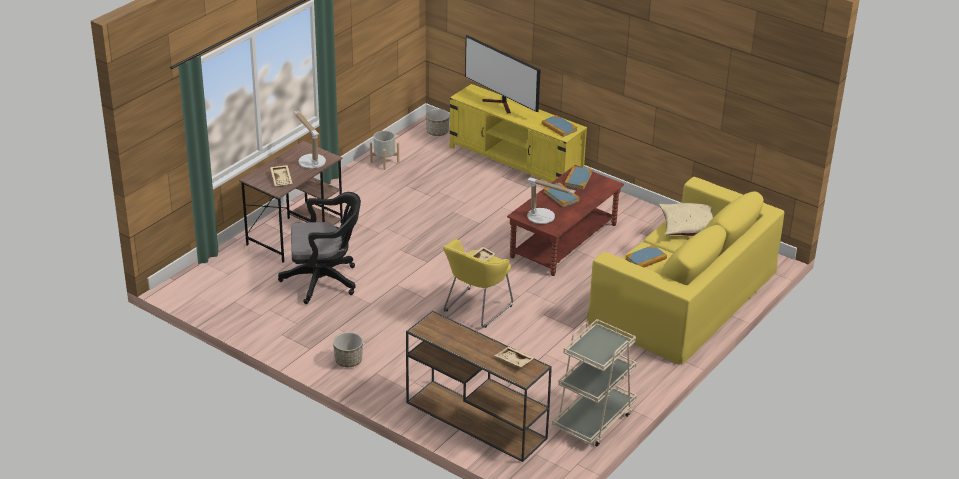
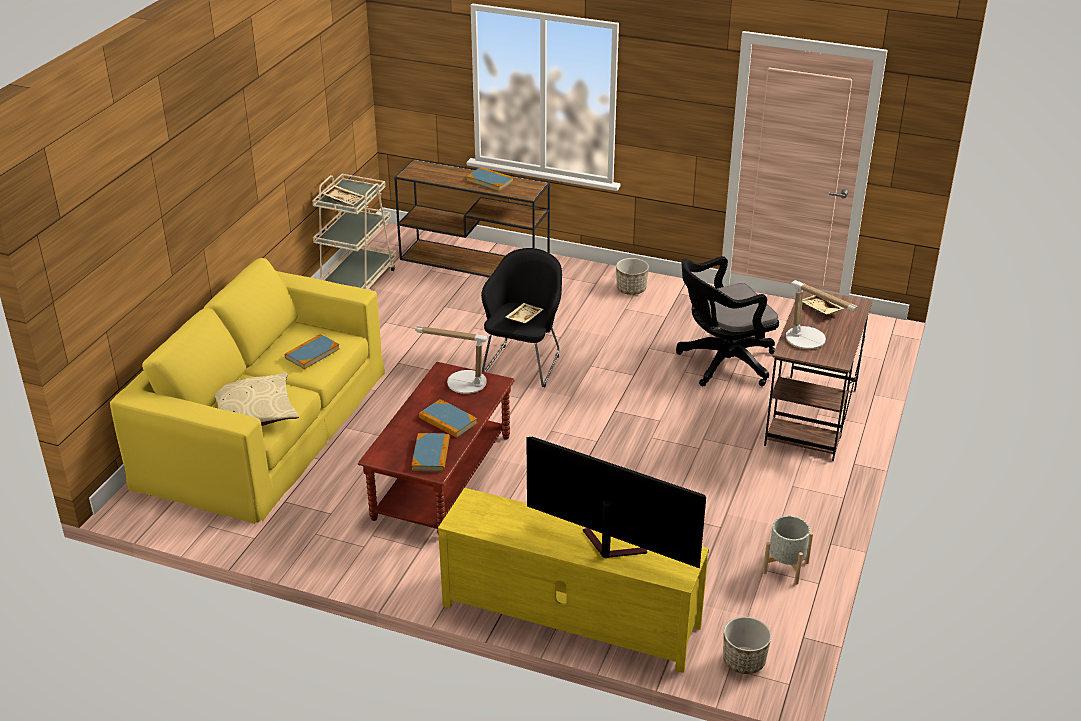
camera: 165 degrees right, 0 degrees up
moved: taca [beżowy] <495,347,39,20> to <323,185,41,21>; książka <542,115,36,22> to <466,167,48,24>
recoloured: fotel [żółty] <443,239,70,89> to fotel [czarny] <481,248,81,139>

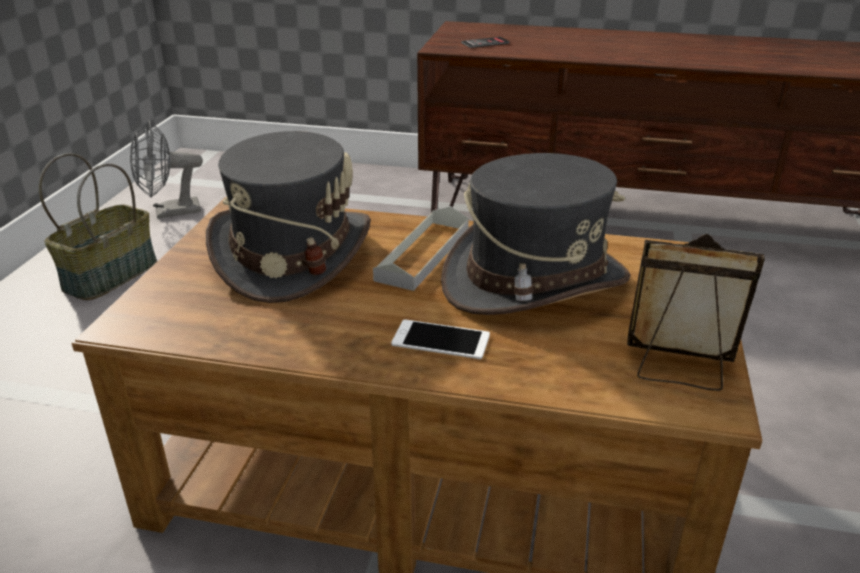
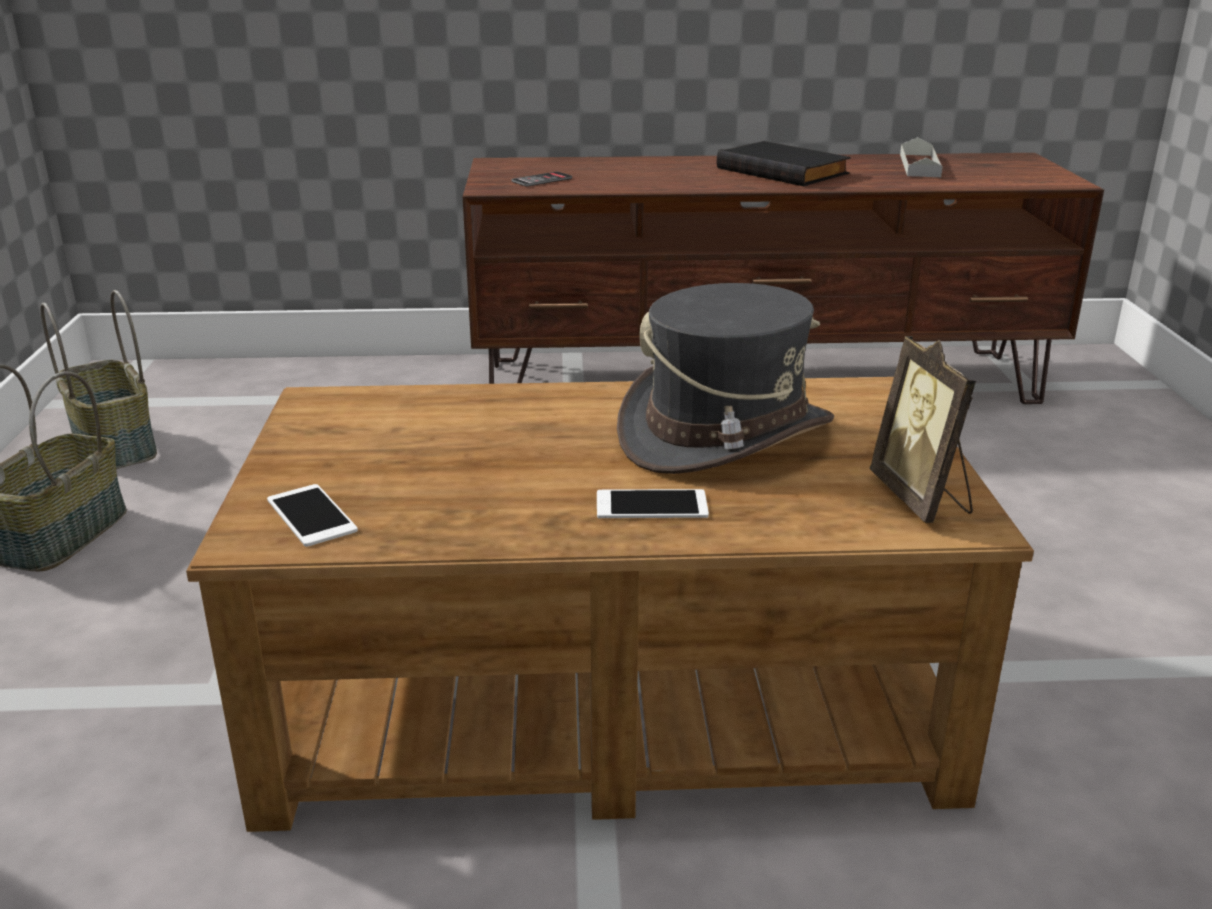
camera: 15 degrees left, 5 degrees down
removed: kapelusz [szary] <206,131,165,172>
added: telefon <267,484,91,63>; książka [czarny] <717,141,134,45>
moved: taca [szary] <373,206,96,85> to <900,137,43,40>
replaced: wentylator [szary] <130,121,73,98> to koszyk <40,290,117,179>
turned: ramka na zdjęcie <627,234,138,157> = <869,336,107,187> 105 degrees counterclockwise

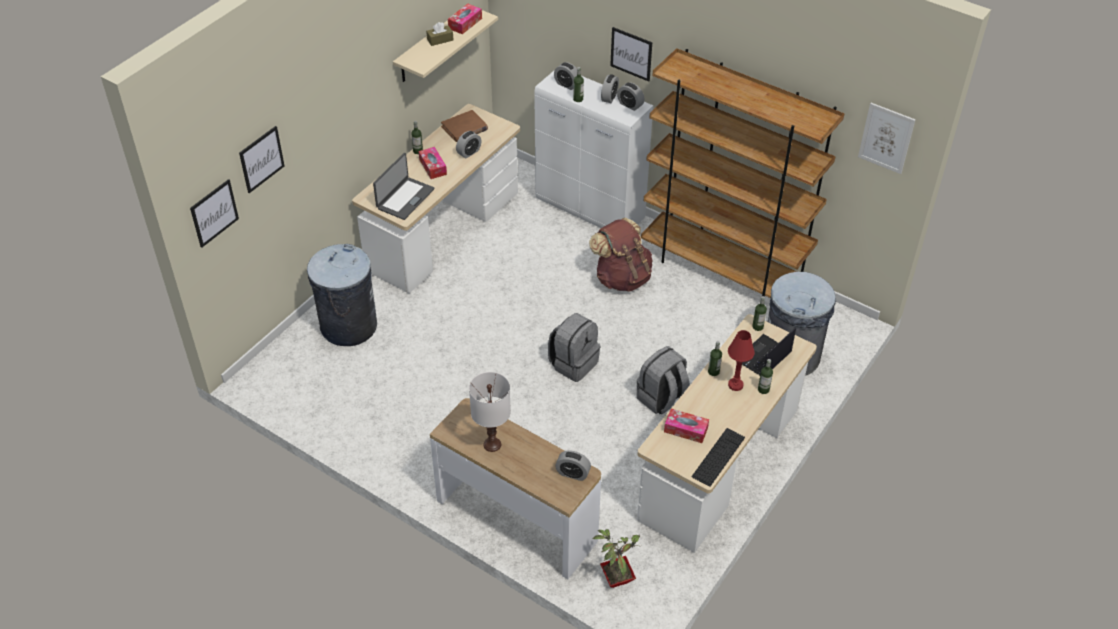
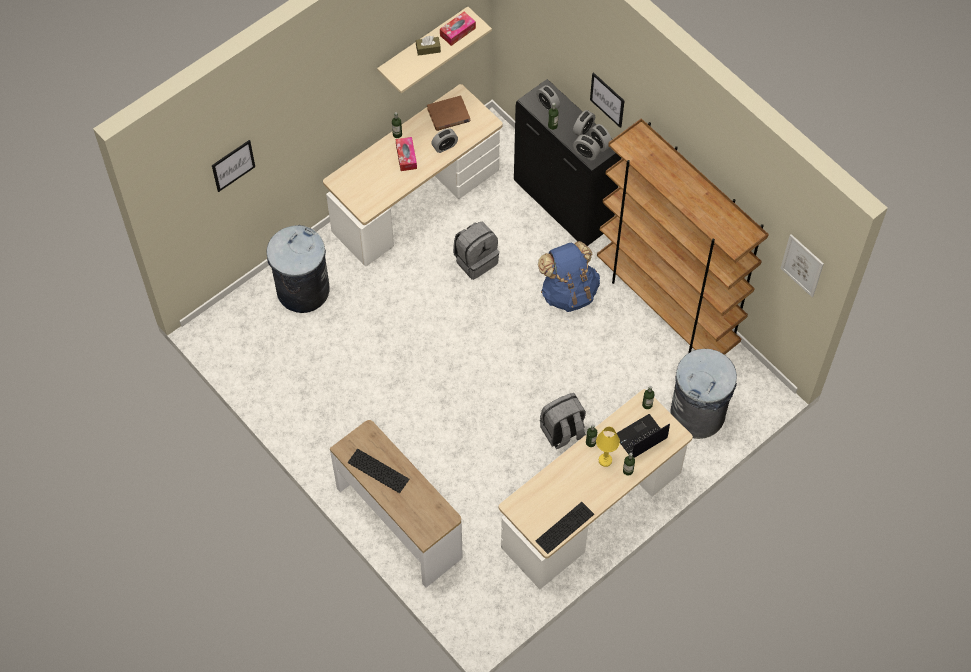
camera: 15 degrees right, 15 degrees up
removed: obraz <190,179,49,69>; laptop <373,153,62,67>; roślina doniczkowa <592,529,48,59>; pudełko chusteczek <664,408,45,35>
moved: plecak [szary] <548,313,52,69> to <453,221,46,59>; budzik <555,450,36,31> to <573,135,28,25>
replaced: lampa stołowa [biały] <469,372,42,80> to klawiatura <348,449,61,44>
recoloured: szafka [biały] <534,70,119,158> to szafka [czarny] <514,79,107,167>; plecak [brązowy] <589,218,64,74> to plecak [niebieski] <538,241,62,71>; lampa stołowa [czerwony] <728,330,27,61> to lampa stołowa [żółty] <596,427,24,40>

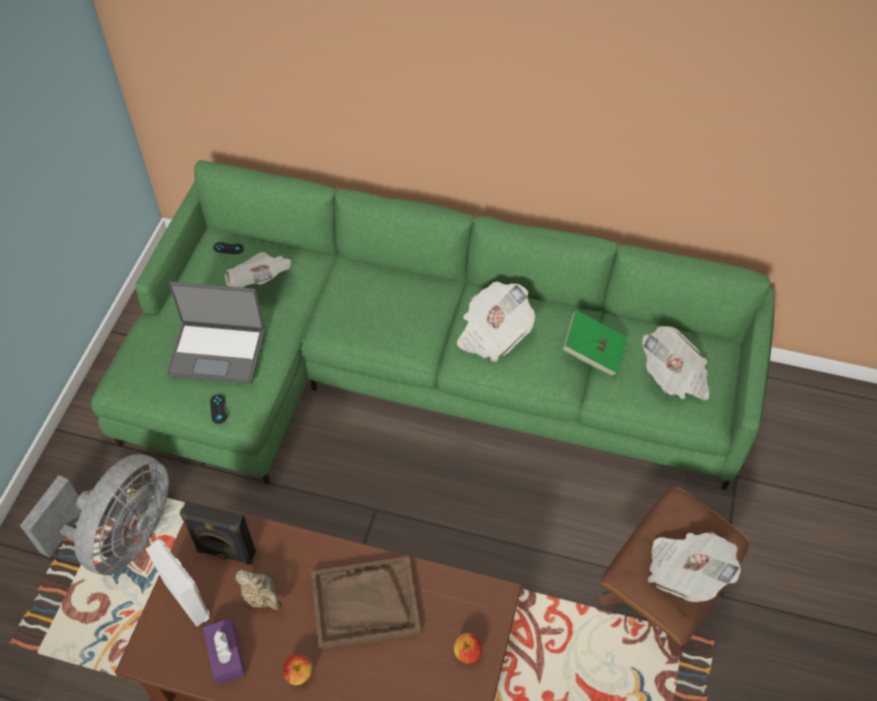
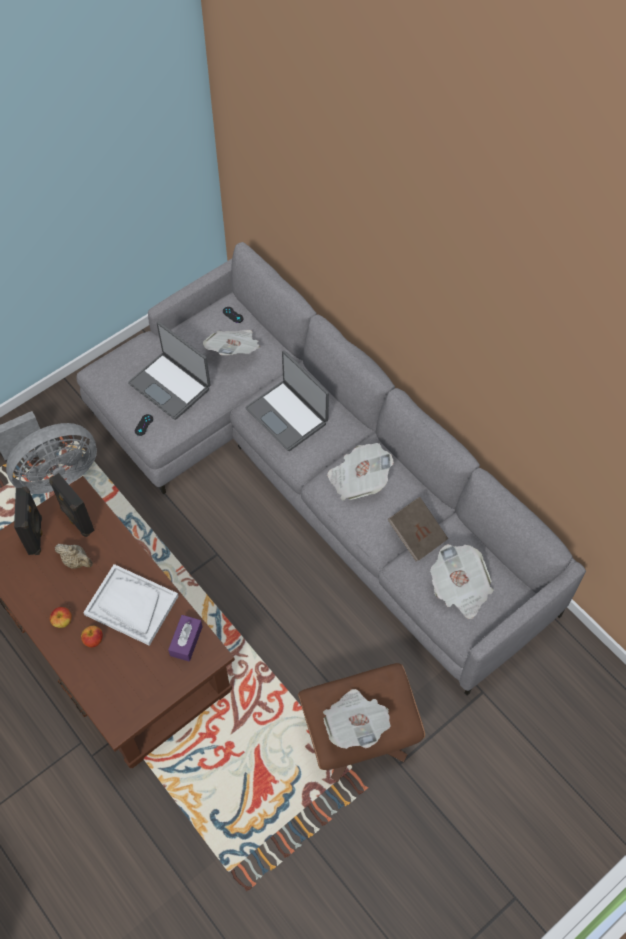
camera: 35 degrees right, 5 degrees up
added: laptop <246,350,83,101>
moved: jabłko <454,633,29,31> to <81,626,22,22>; pudełko chusteczek [fioletowy] <203,619,42,65> to <168,615,35,46>
recoloured: głośnik [biały] <146,539,64,88> to głośnik [czarny] <14,486,28,69>; kanapa [zielony] <91,160,684,330> to kanapa [szary] <76,242,510,454>; taca [brązowy] <311,556,110,94> to taca [biały] <83,564,95,82>; książka [zielony] <561,310,66,67> to książka [brązowy] <387,497,61,64>
turned: imbryk [beżowy] <235,570,47,40> = <55,544,38,25> 45 degrees counterclockwise

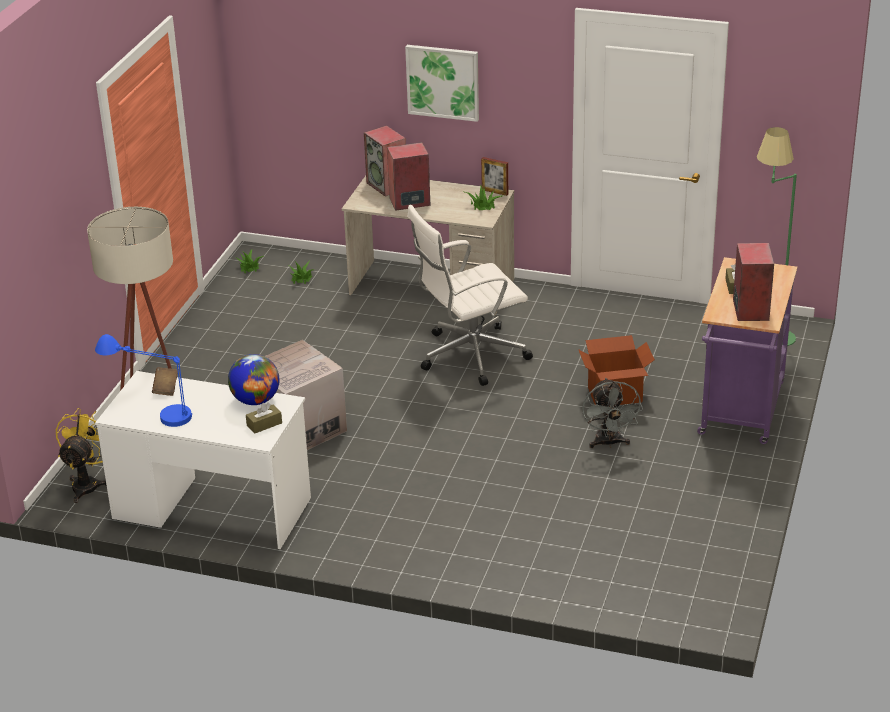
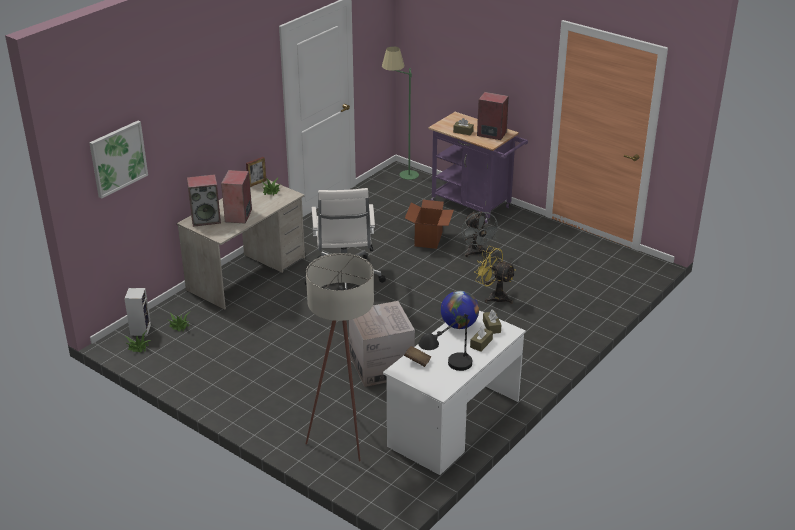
camera: 70 degrees left, 0 degrees up
added: głośnik <124,288,27,48>; pudełko chusteczek [brązowy] <470,326,23,26>
moved: obraz <405,45,74,77> to <89,121,59,78>; wentylator [żółty] <56,408,51,95> to <474,246,42,58>
recoloured: lampa stołowa [niebieski] <95,334,97,93> to lampa stołowa [czarny] <418,314,54,57>
turned: wentylator [szary] <582,378,61,70> = <461,211,39,46> 60 degrees clockwise

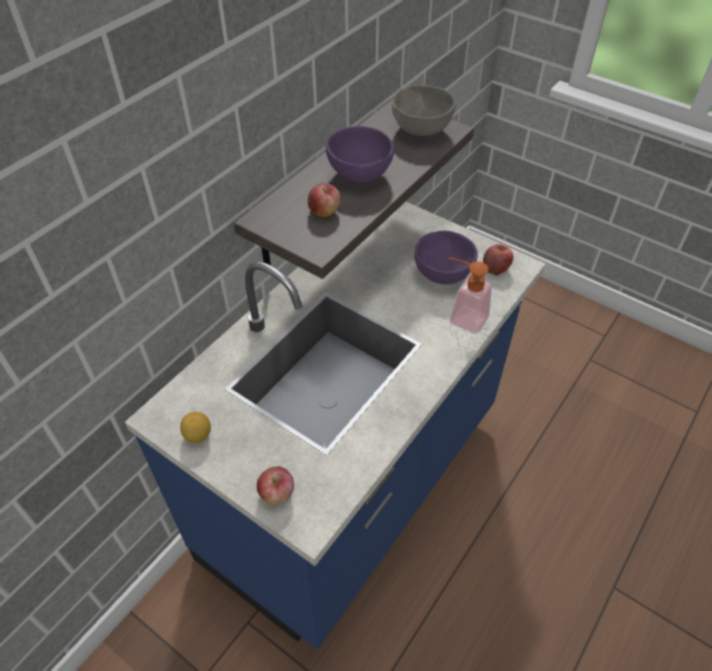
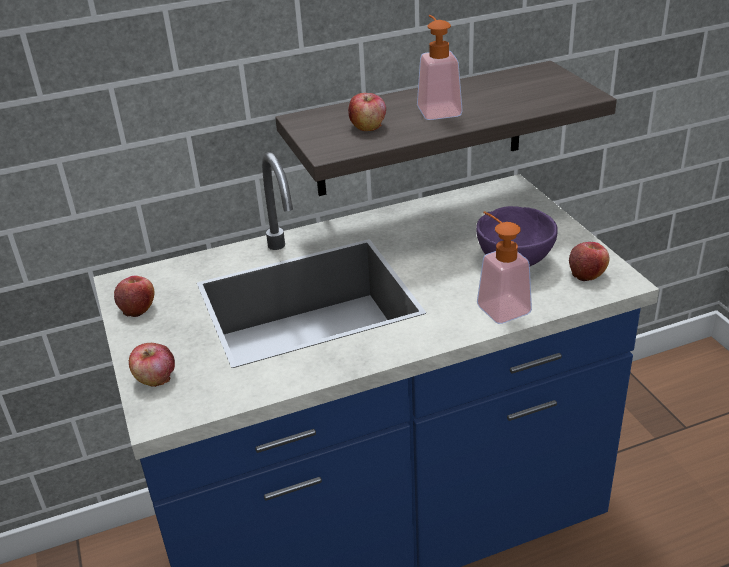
camera: 35 degrees right, 15 degrees down
removed: miska [szary] <392,85,64,51>
replaced: cytryna <180,412,31,31> to jabłko <114,276,41,41>; miska [fioletowy] <326,126,68,57> to dozownik mydła <417,15,46,105>

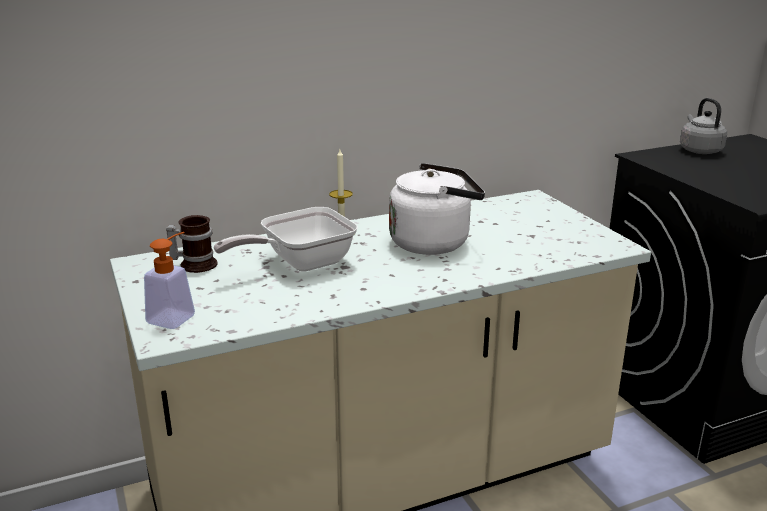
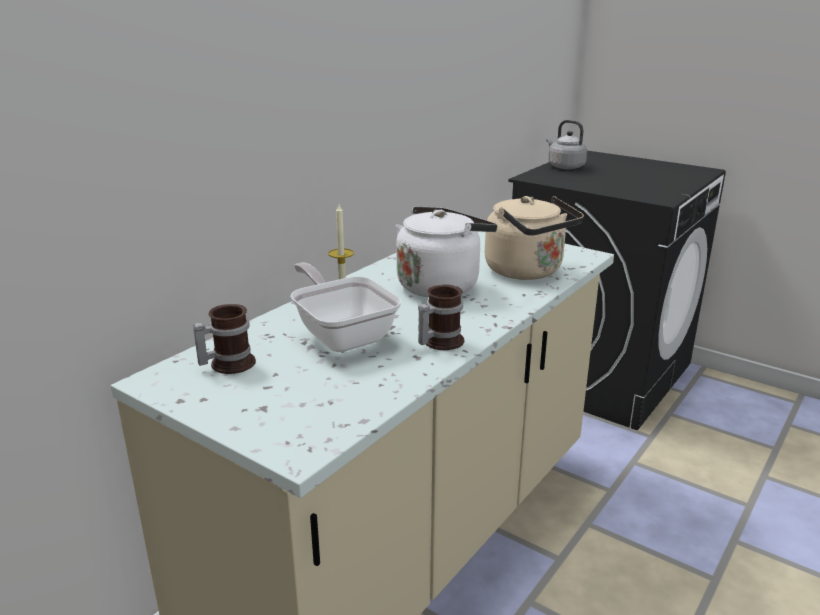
camera: 30 degrees left, 0 degrees up
removed: dozownik mydła <144,232,51,97>
added: kubek <418,285,46,65>; czajnik [beżowy] <485,196,99,84>
turned: patelnia <214,207,144,65> = <290,263,111,89> 120 degrees clockwise

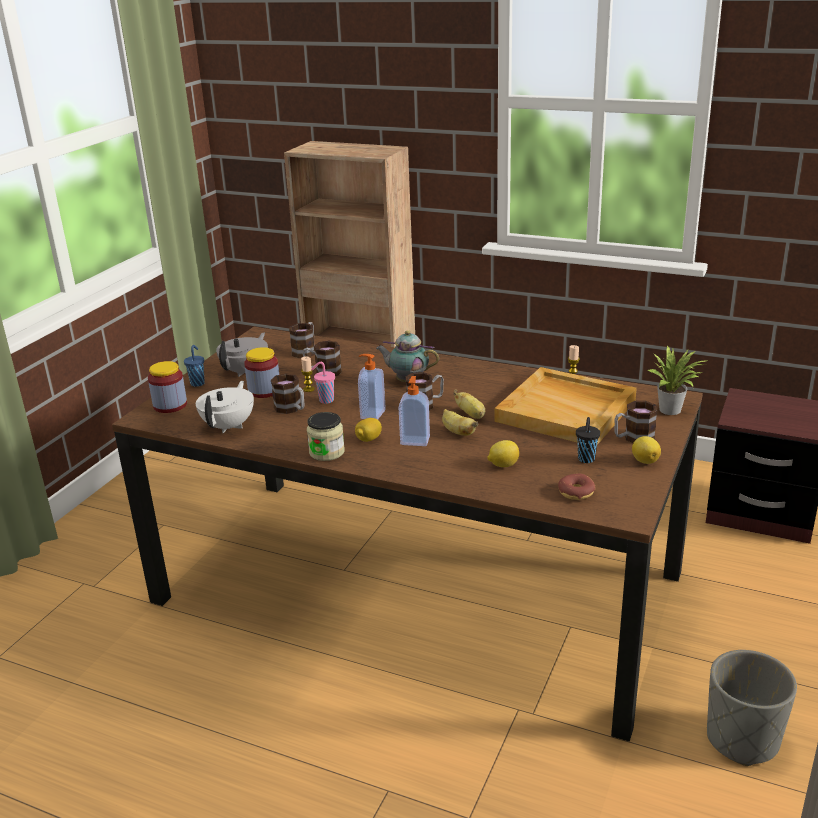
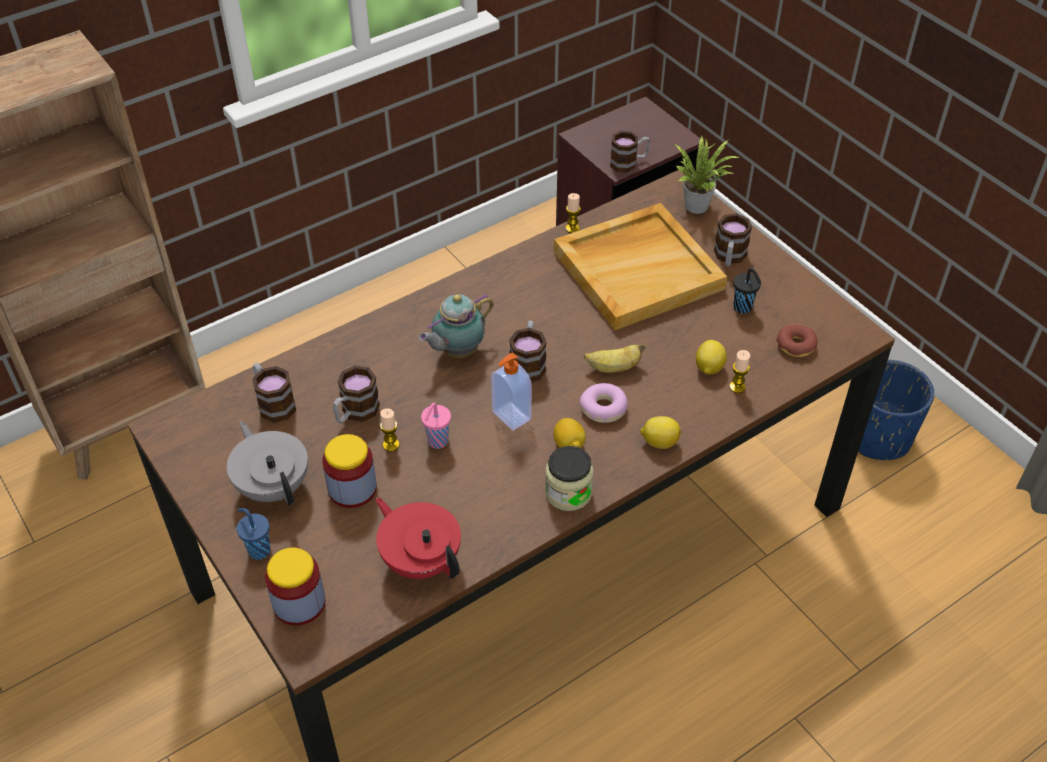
camera: 60 degrees left, 20 degrees up
removed: banan <453,389,32,30>
added: świeca <729,350,21,43>
moved: kubek <271,373,34,41> to <610,131,40,42>; cytryna <632,436,29,28> to <640,416,41,33>
replaced: dozownik mydła <398,376,32,70> to donut <580,383,48,40>
recoloured: imbryk [biały] <196,381,58,52> to imbryk [czerwony] <376,497,85,82>; donica [szary] <707,650,90,116> to donica [niebieski] <858,360,76,100>

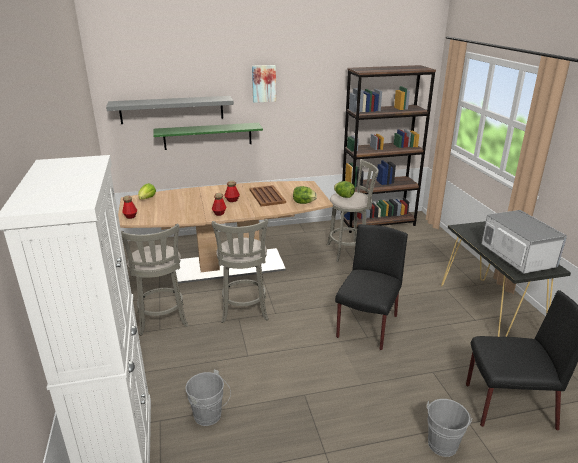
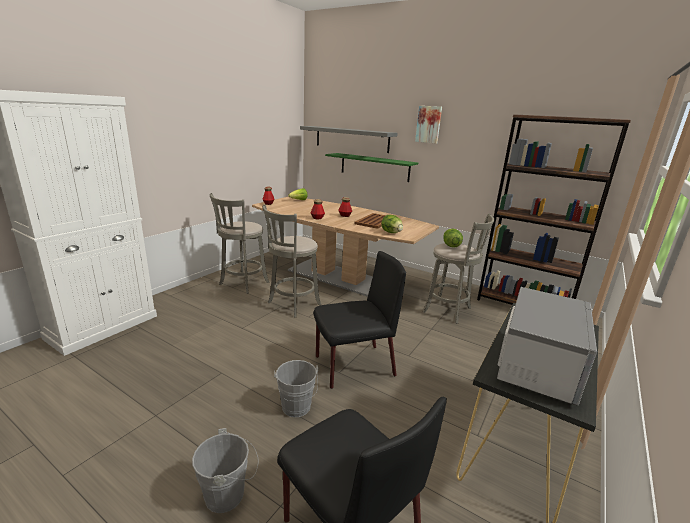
camera: 45 degrees right, 5 degrees down
moved: wiadro [szary] <185,369,46,57> to <274,360,44,57>

